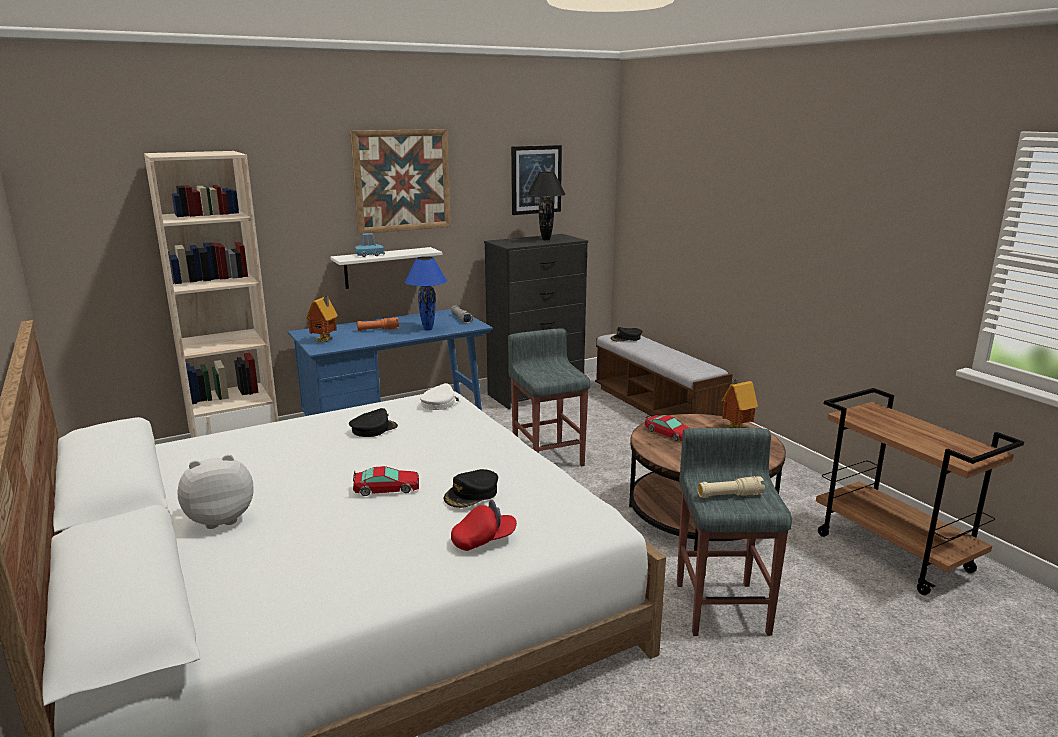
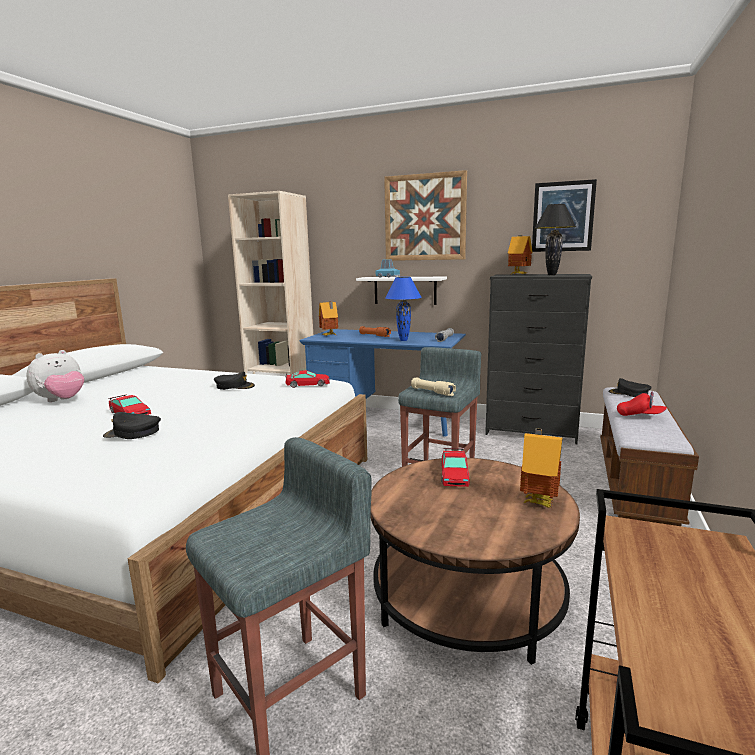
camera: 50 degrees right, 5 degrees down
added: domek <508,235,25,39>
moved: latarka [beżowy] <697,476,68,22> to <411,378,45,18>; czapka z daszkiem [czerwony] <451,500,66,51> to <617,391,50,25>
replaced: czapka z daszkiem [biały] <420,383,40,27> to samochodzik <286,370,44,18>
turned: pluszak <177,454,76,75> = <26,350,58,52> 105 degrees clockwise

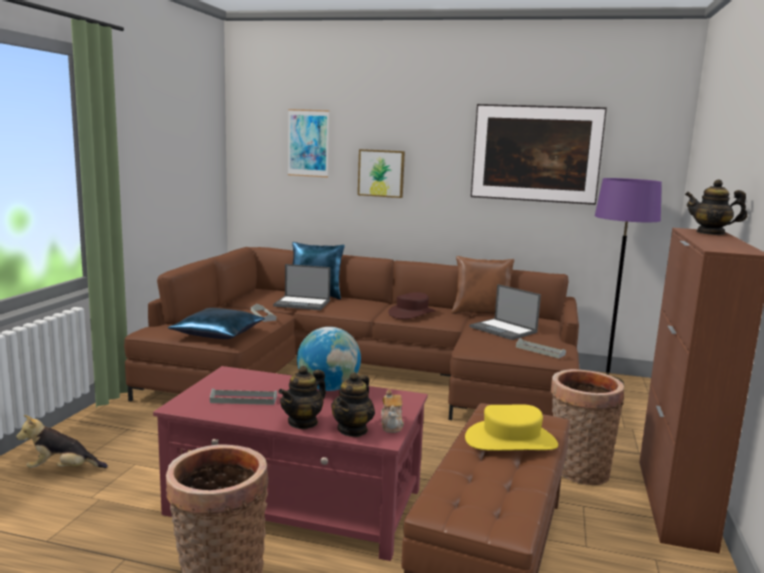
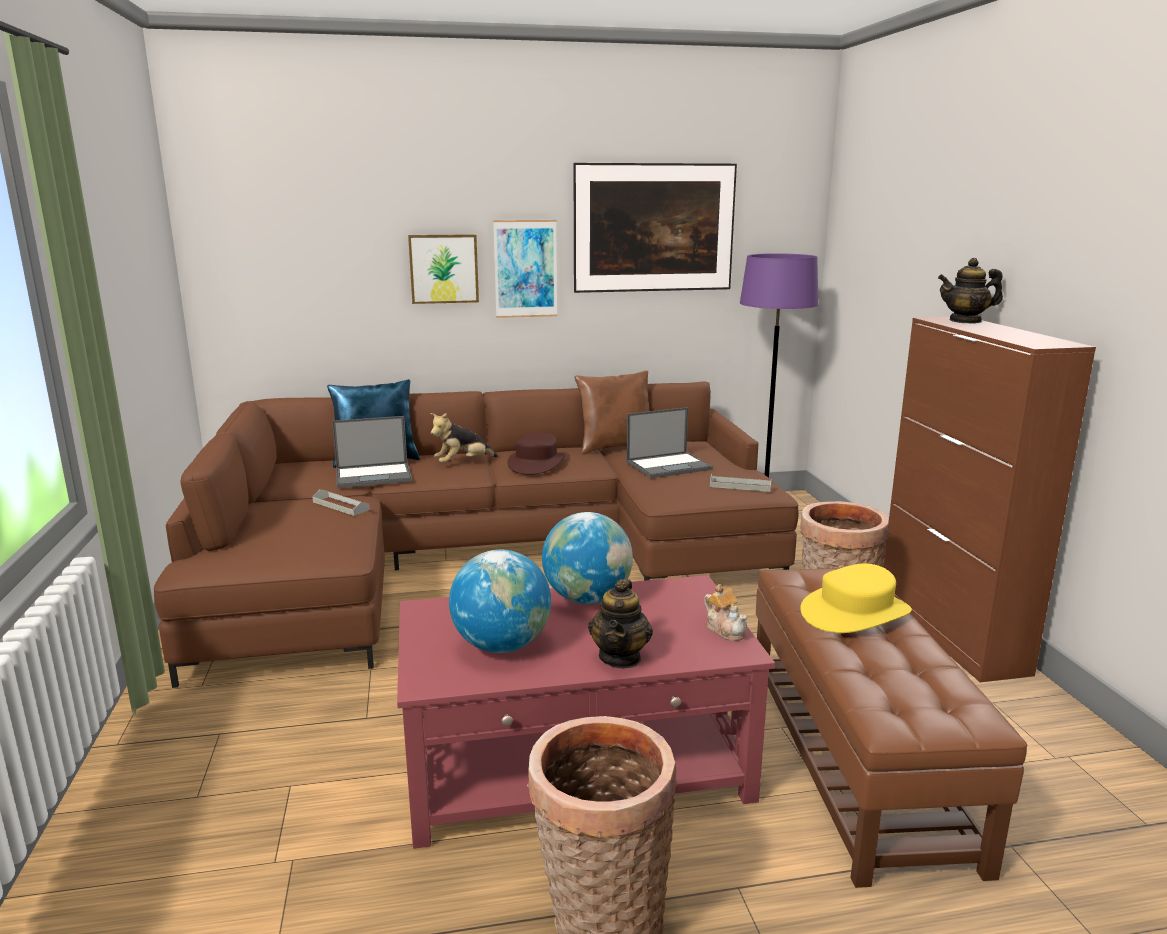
camera: 25 degrees left, 5 degrees up
removed: poduszka [niebieski] <168,308,97,31>; imbryk <331,372,44,65>
moved: pluszak <16,415,92,53> to <430,413,68,50>; obraz <288,109,41,68> to <493,220,64,98>
replaced: taca [szary] <210,389,67,16> to globus <449,550,102,103>
turned: laptop <469,284,72,56> = <626,407,87,71> 45 degrees counterclockwise

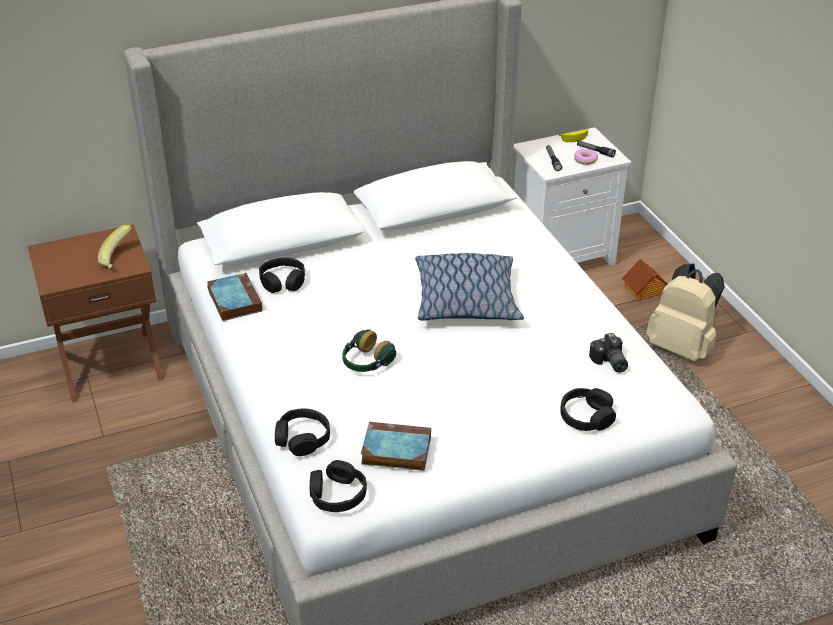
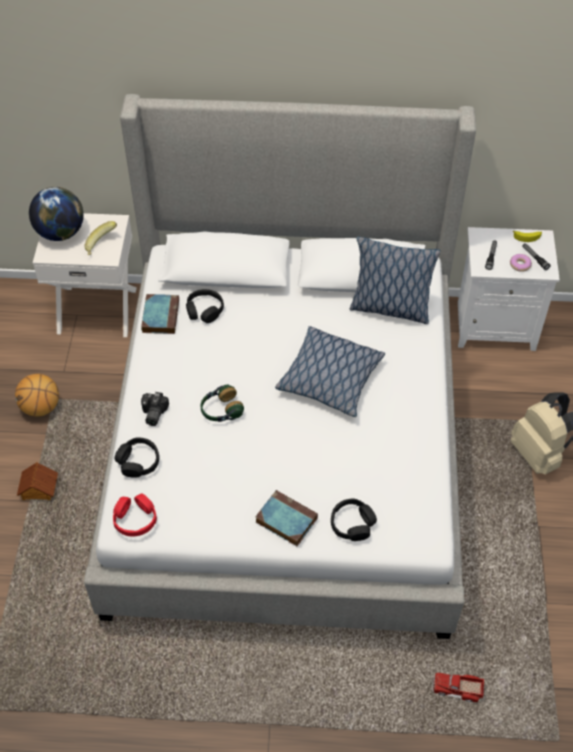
camera: 25 degrees right, 15 degrees up
added: piłka do koszykówki <15,374,44,43>; globus <29,187,55,54>; poduszka <350,237,90,87>; ciężarówka zabawkowa <432,673,52,29>
moved: domek <622,259,46,42> to <17,462,41,38>; aparat fotograficzny <589,333,39,40> to <141,392,28,34>; książka <361,422,70,49> to <256,490,62,56>
recoloured: szafka nocna [brązowy] <27,225,137,177> to szafka nocna [biały] <33,213,104,124>; słuchawki [czarny] <310,460,57,52> to słuchawki [czerwony] <113,494,44,43>

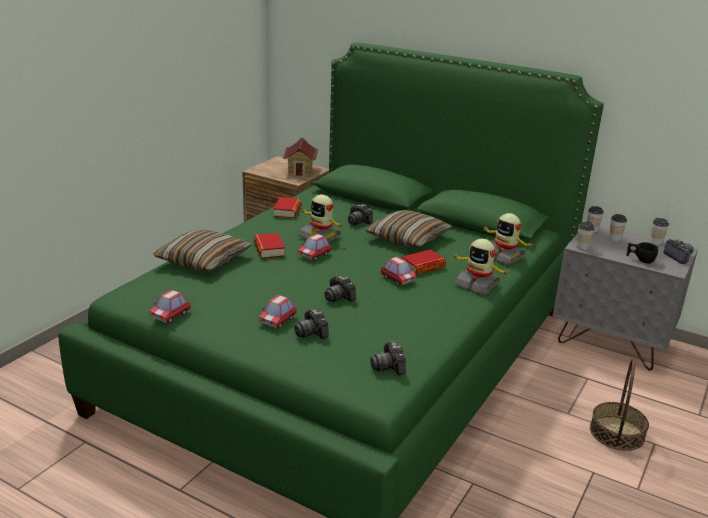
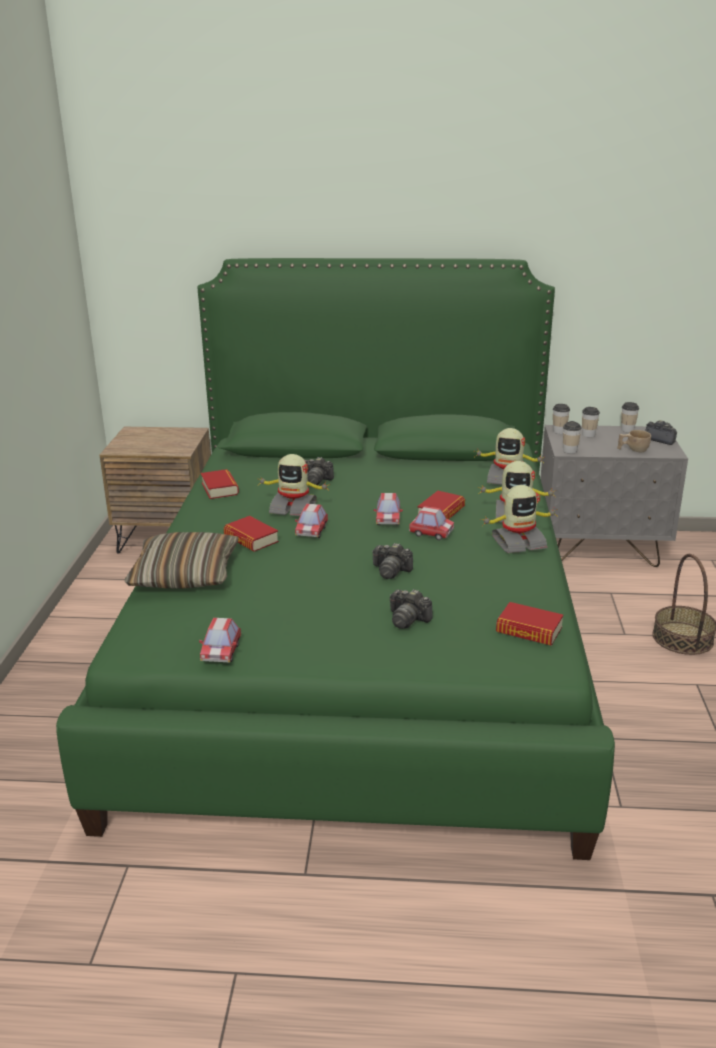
camera: 25 degrees left, 0 degrees up
removed: domek <283,138,35,38>; poduszka <365,210,88,38>
added: robot zabawkowy <480,485,79,68>
moved: samochodzik <258,295,39,34> to <374,493,29,32>
replaced: aparat fotograficzny <370,341,36,34> to książka <496,602,67,44>
recoloured: filiżanka [czarny] <626,242,32,22> to filiżanka [beżowy] <617,430,34,22>

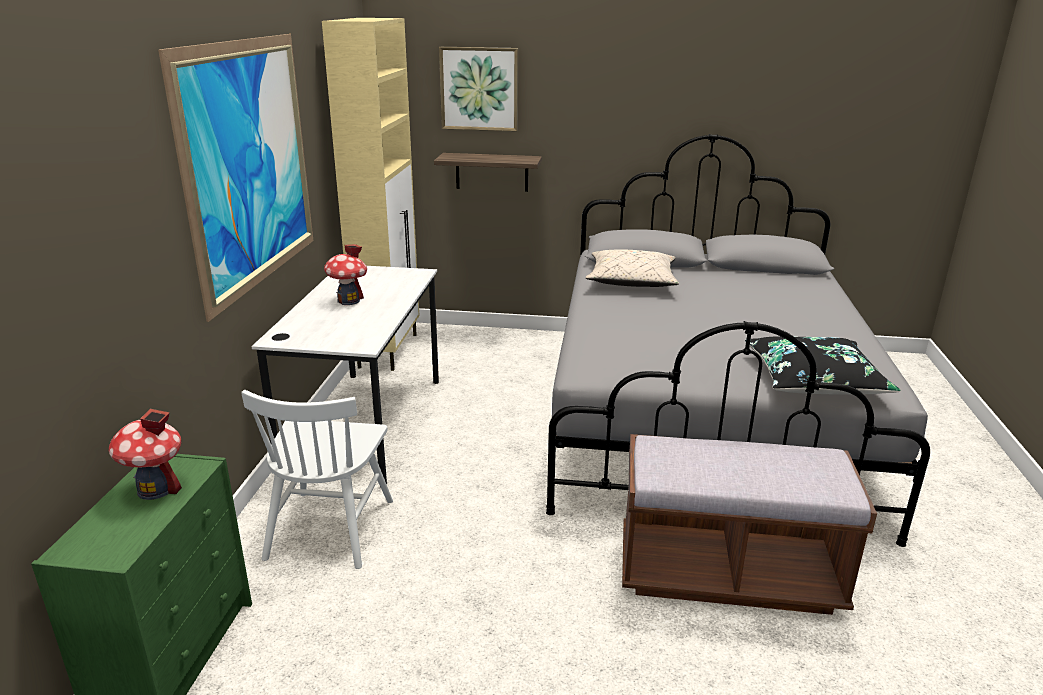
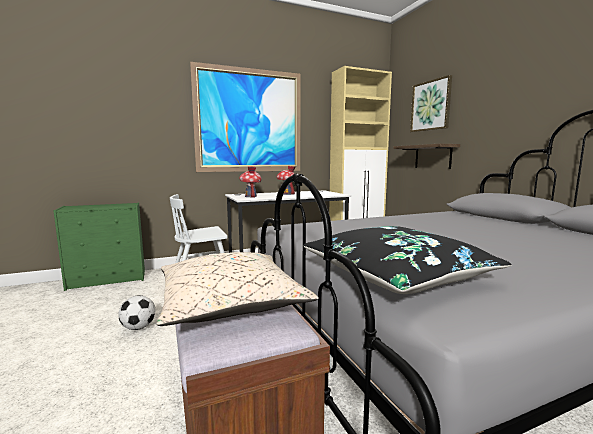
camera: 60 degrees right, 15 degrees down
added: piłka futbolowa <118,295,37,35>
moved: poduszka [beżowy] <585,250,94,37> to <157,252,162,74>; domek <109,409,73,91> to <239,166,23,32>

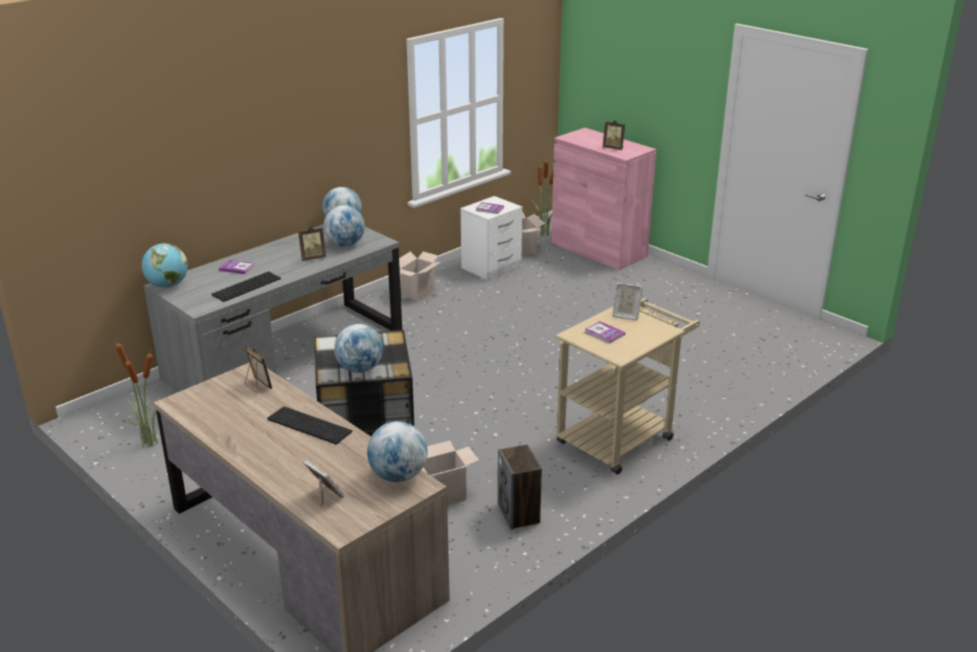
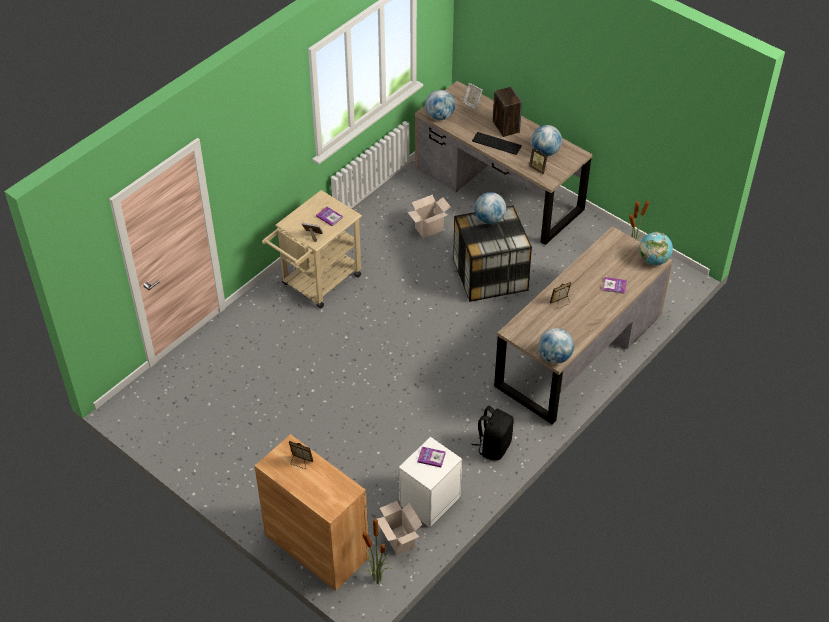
camera: 175 degrees right, 20 degrees up
removed: klawiatura <212,271,69,31>
moved: głośnik <498,445,44,85> to <493,86,29,51>; globus <324,205,41,42> to <531,125,31,31>
replaced: karton <399,251,42,50> to plecak [czarny] <471,406,43,54>
recoloured: szafka [różowy] <551,128,105,142> to szafka [brązowy] <255,434,114,157>; biurko [szary] <144,224,258,168> to biurko [brązowy] <494,226,179,199>

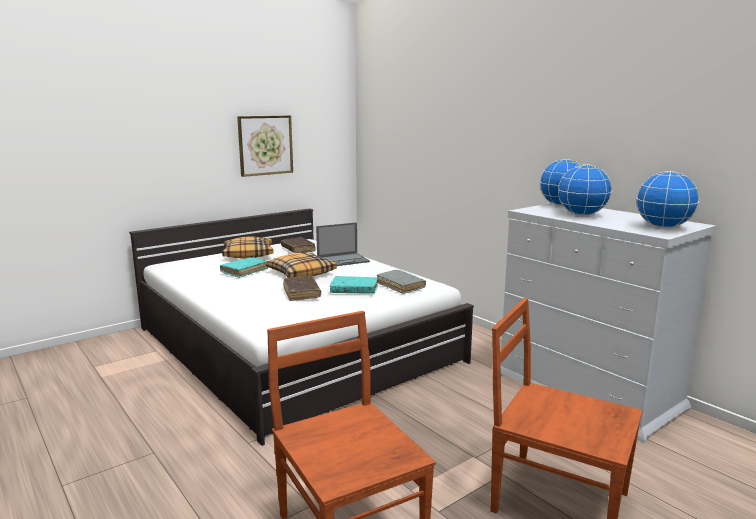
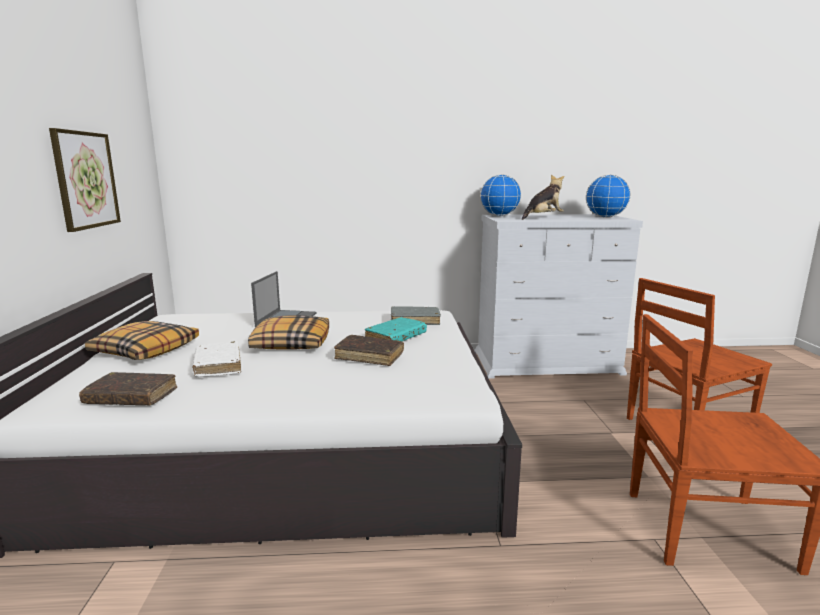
camera: 55 degrees left, 0 degrees up
moved: książka [brązowy] <281,237,35,16> to <79,372,98,33>
replaced: globus <558,164,54,52> to pluszak <522,175,42,45>
recoloured: książka [turkusowy] <220,257,48,21> to książka [biały] <192,341,49,36>

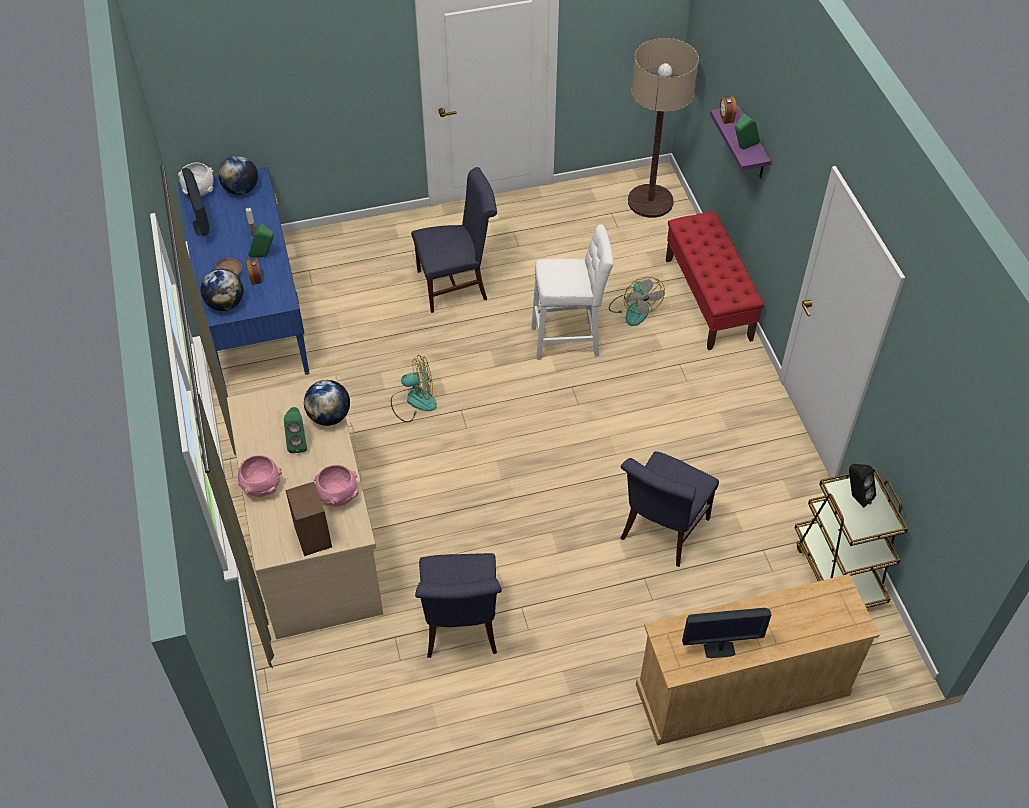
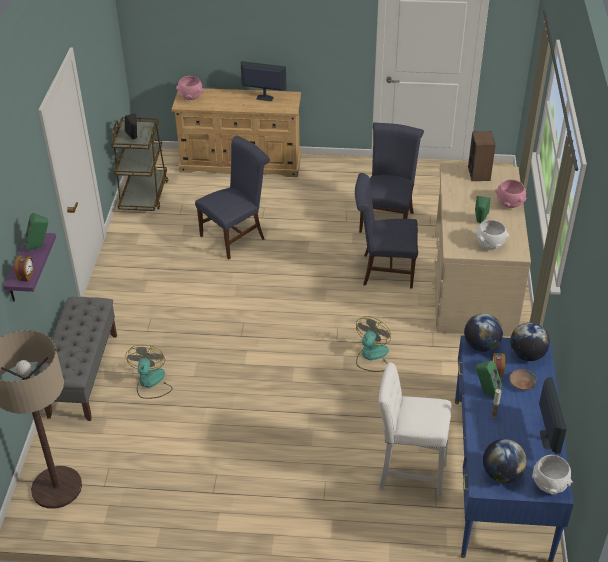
camera: 160 degrees left, 10 degrees down
added: miska [biały] <475,220,34,30>
moved: miska [różowy] <314,465,44,41> to <176,76,27,24>; krzesło [niebieski] <411,167,86,146> to <355,173,63,115>; stołek [biały] <531,224,82,136> to <379,362,73,137>; globus <304,380,46,46> to <464,314,39,38>
recoloured: ławka [czerwony] <666,212,98,138> to ławka [szary] <40,297,77,124>
turned: wentylator <391,355,46,68> = <356,316,35,56> 105 degrees clockwise

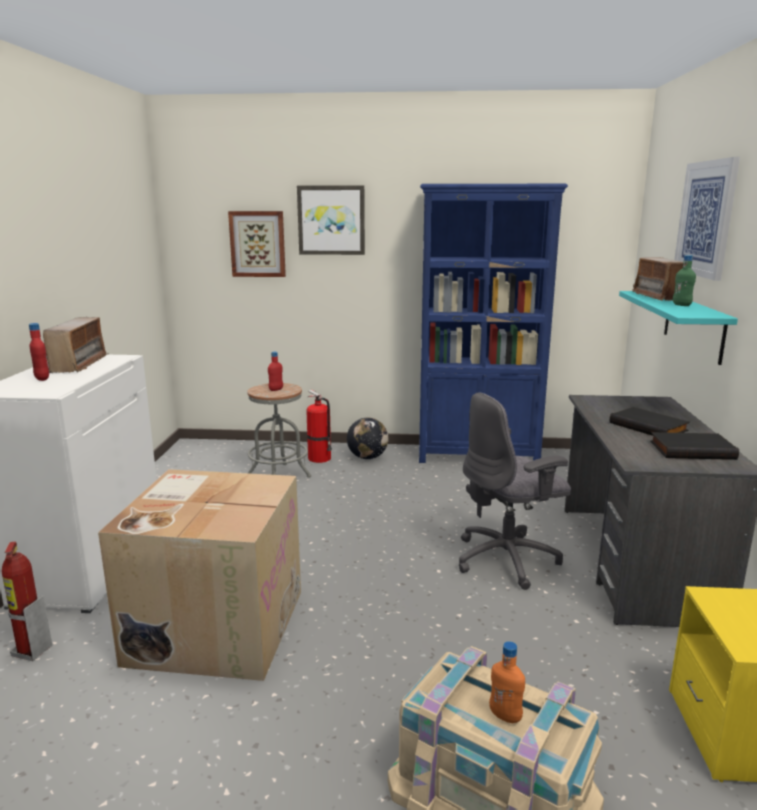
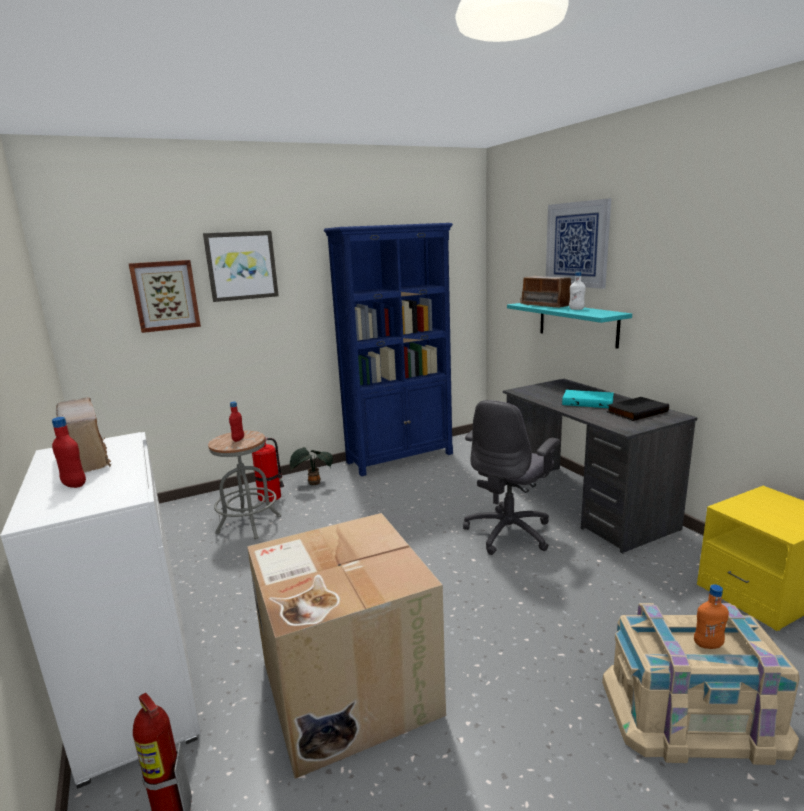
camera: 30 degrees left, 0 degrees up
replaced: globus <347,418,41,41> to roślina doniczkowa <290,447,43,38>
recoloured: książka [czarny] <610,407,80,29> to książka [turkusowy] <562,390,52,18>; butelka [zielony] <673,255,23,51> to butelka [biały] <569,272,17,38>

